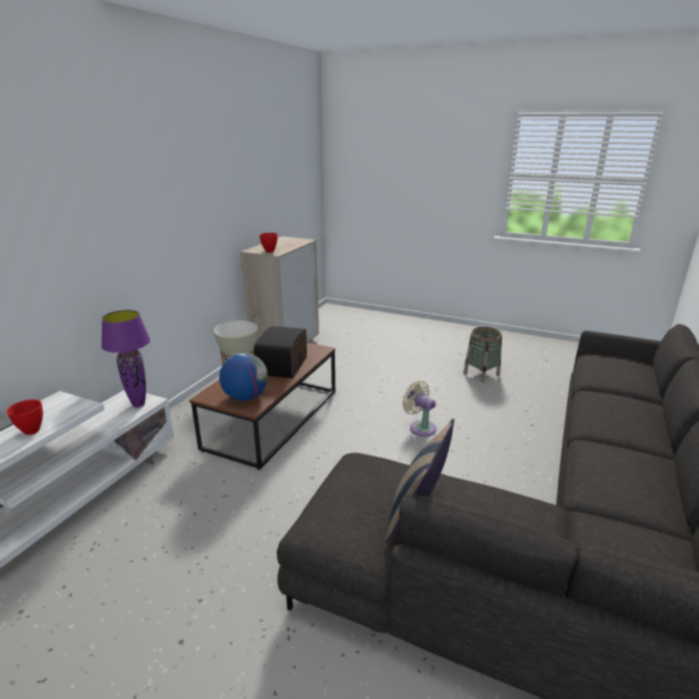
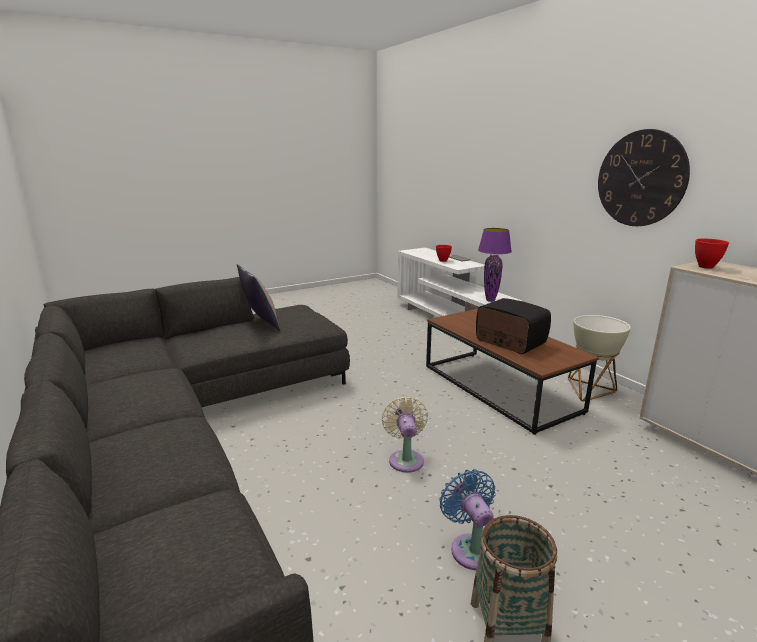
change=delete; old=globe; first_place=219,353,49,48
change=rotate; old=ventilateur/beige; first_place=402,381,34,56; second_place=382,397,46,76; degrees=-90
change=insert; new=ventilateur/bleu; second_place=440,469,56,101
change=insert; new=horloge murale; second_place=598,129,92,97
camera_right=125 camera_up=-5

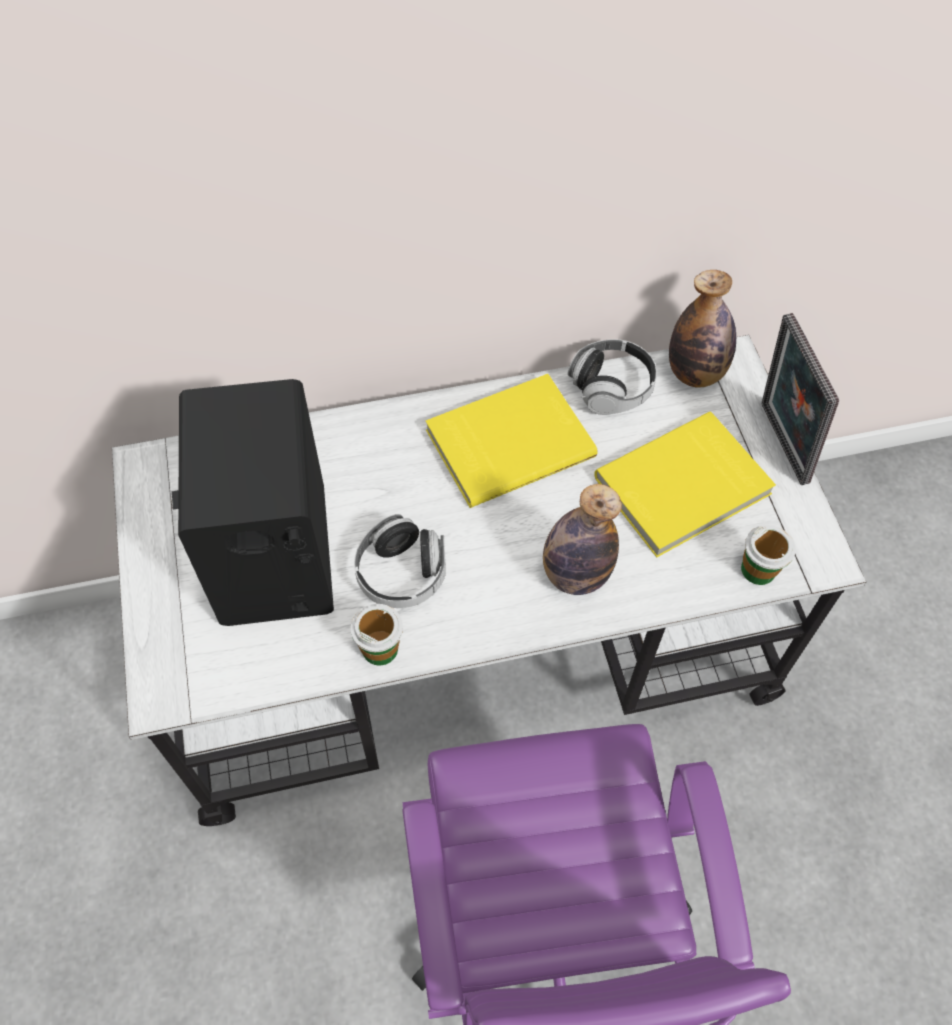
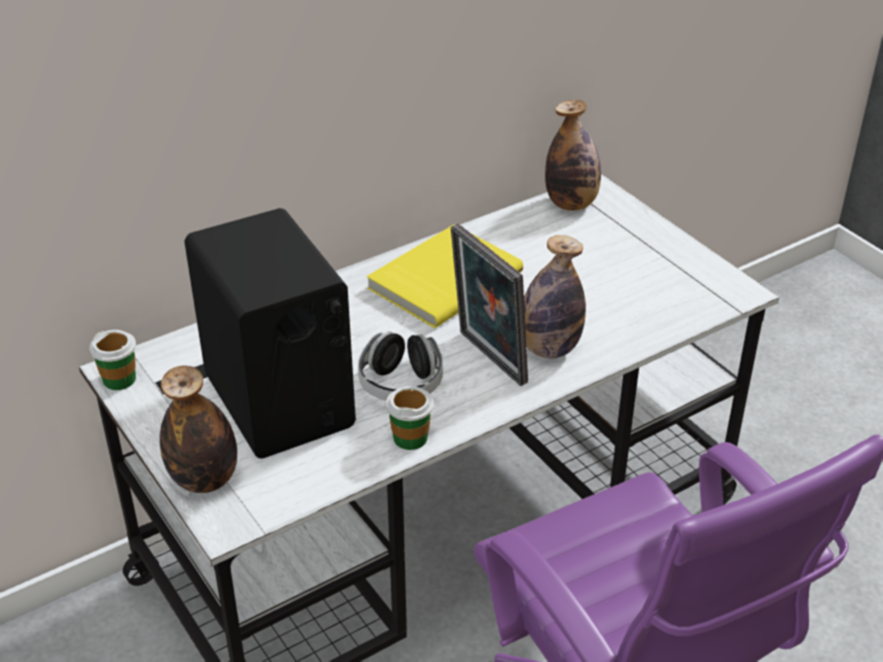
change=delete; old=casque audio; first_place=568,339,89,76
change=delete; old=livre/jaune; first_place=594,411,182,146
change=move; old=tasse; first_place=741,525,55,60; second_place=89,330,47,60
change=move; old=cadre photo; first_place=761,313,78,172; second_place=451,224,77,162
change=insert; new=bouteille; second_place=160,366,77,127
camera_right=-20 camera_up=-20

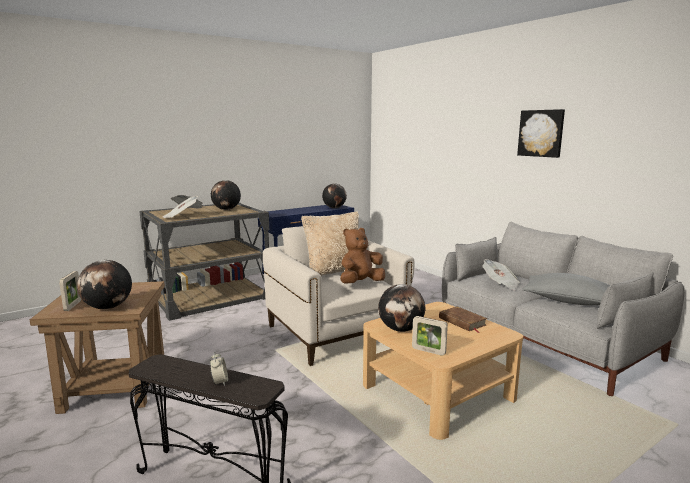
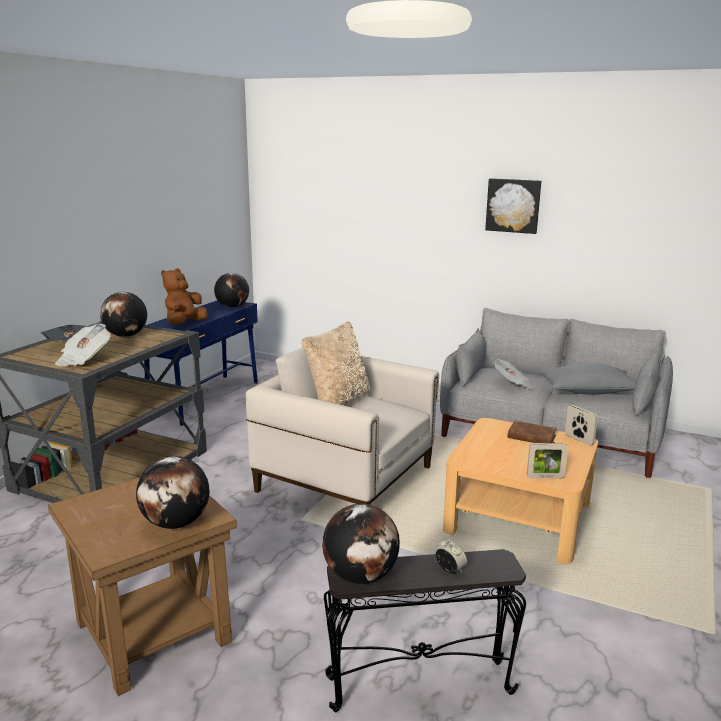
change=move; old=cadre photo; first_place=59,271,23,40; second_place=565,405,33,40
change=move; old=peluche/marron; first_place=340,228,45,56; second_place=161,268,46,57
change=move; old=globe; first_place=378,284,48,48; second_place=322,504,78,80
camera_right=-30 camera_up=5

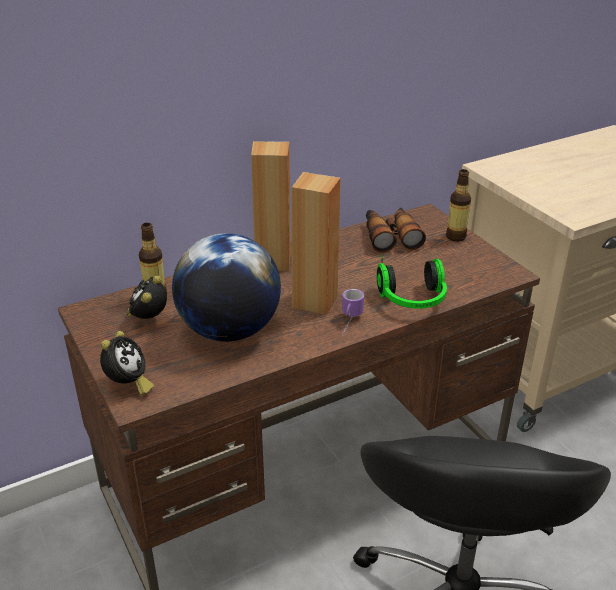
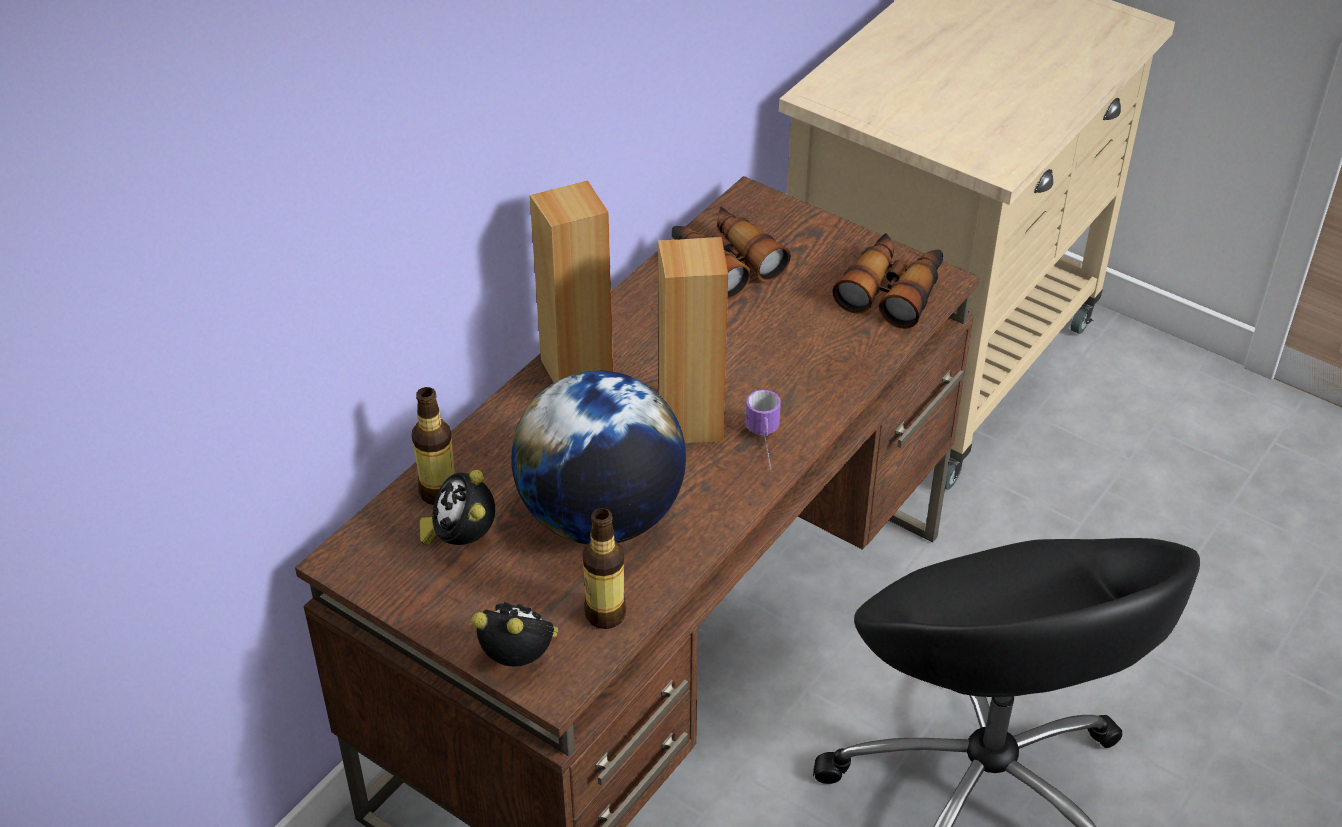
change=rotate; old=réveil; first_place=100,331,54,64; second_place=472,602,86,64; degrees=-60
change=delete; old=casque audio; first_place=377,255,70,54
change=move; old=bouteille; first_place=446,169,25,73; second_place=582,508,44,121
change=insert; new=jumelles; second_place=832,233,111,96
camera_right=-25 camera_up=10

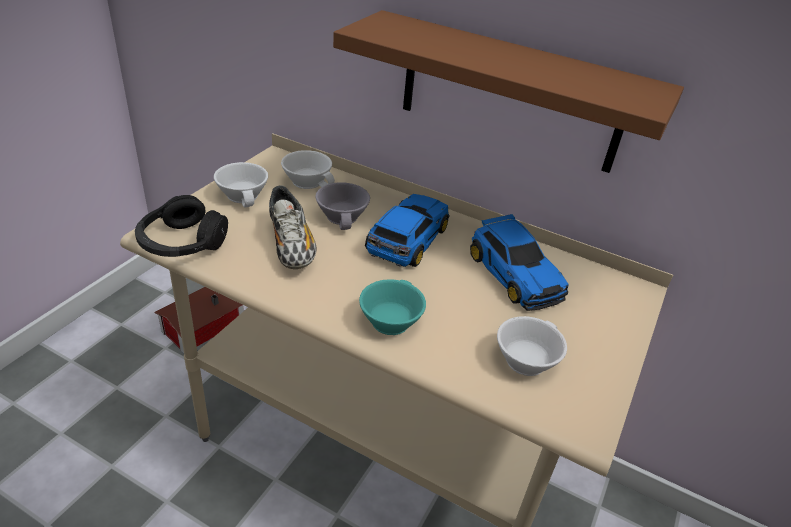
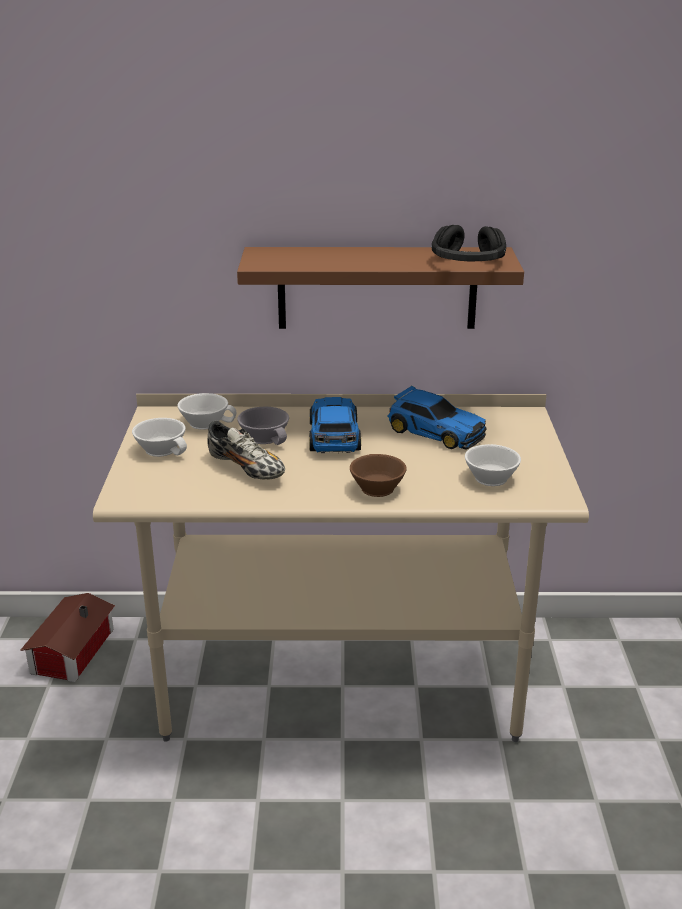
change=move; old=casque audio/noir; first_place=135,195,93,62; second_place=432,225,74,37
change=recolor; old=tasse/turquoise; new=tasse/marron; first_place=359,279,67,56; second_place=350,454,57,43
camera_right=-25 camera_up=-10

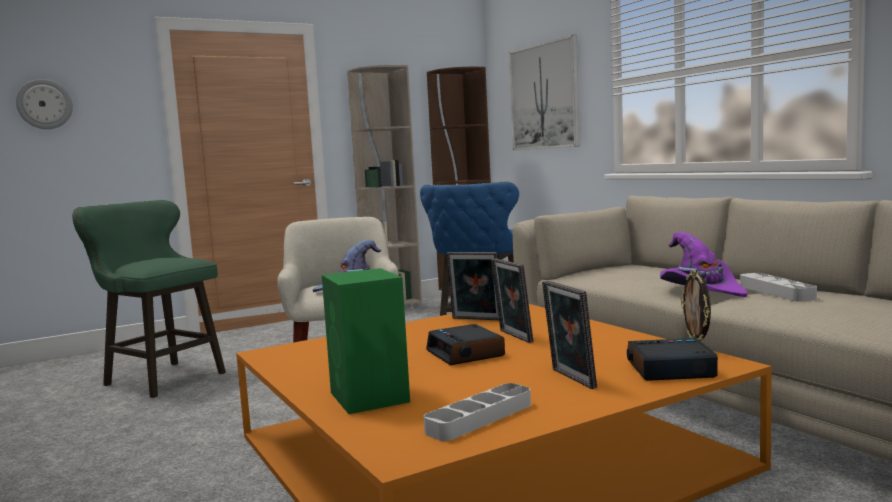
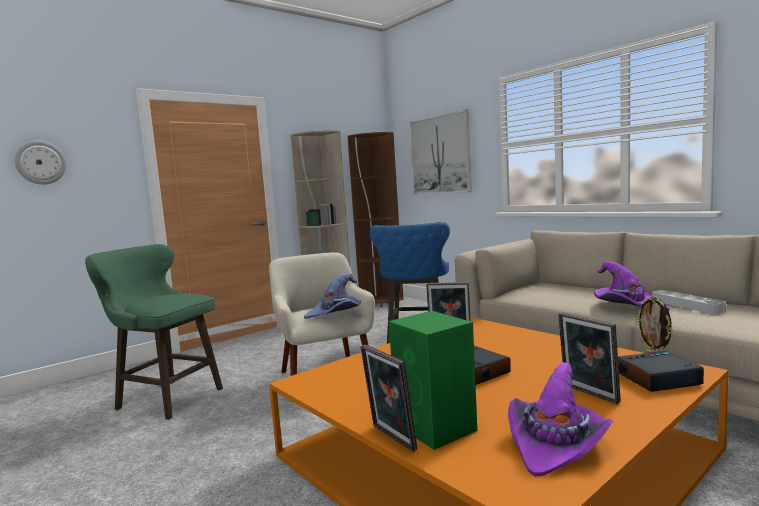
change=replace; old=plateau/gris; new=chapeau/violet; first_place=424,383,107,58; second_place=508,362,105,114
change=move; old=cadre photo; first_place=491,258,42,85; second_place=360,345,57,107
camera_right=-10 camera_up=0

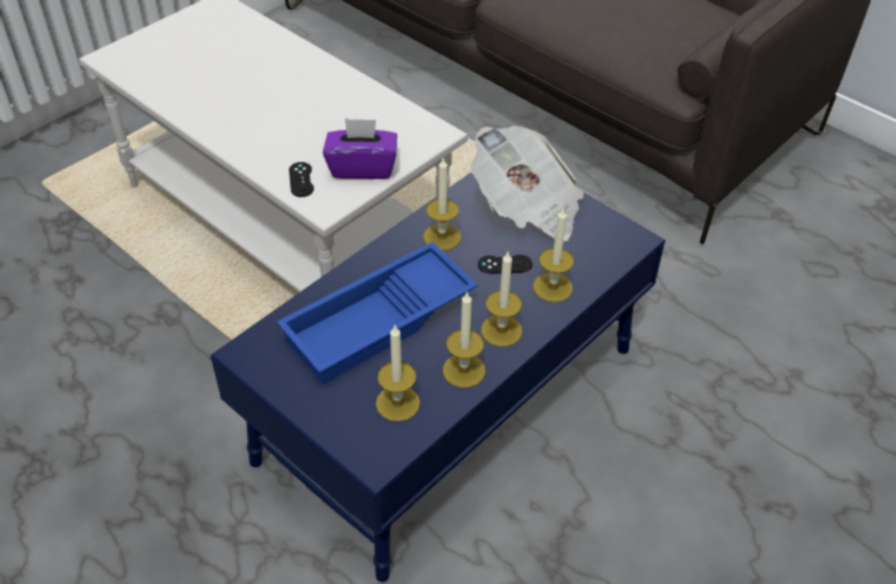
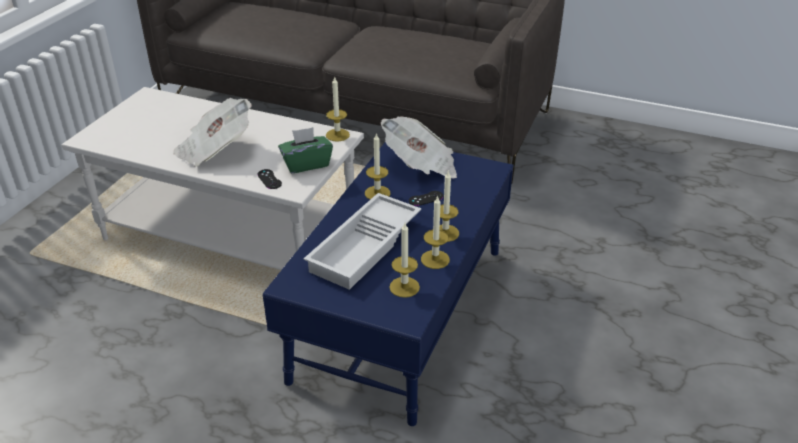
change=recolor; old=plateau/bleu; new=plateau/blanc; first_place=277,242,201,142; second_place=304,193,117,97
change=recolor; old=boîte à mouchoirs/violet; new=boîte à mouchoirs/vert; first_place=323,118,74,61; second_place=278,127,55,46
change=move; old=bougie; first_place=533,207,41,95; second_place=326,76,24,66
change=insert; new=journal; second_place=173,98,79,69
camera_right=-20 camera_up=-10

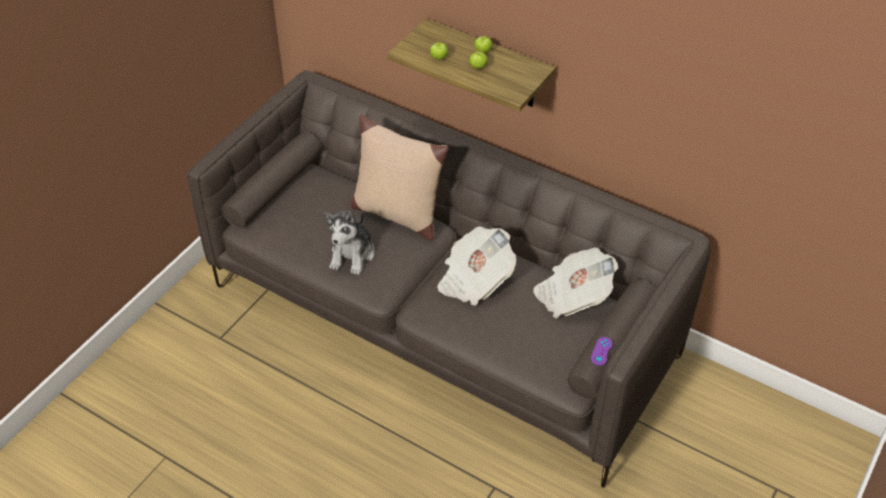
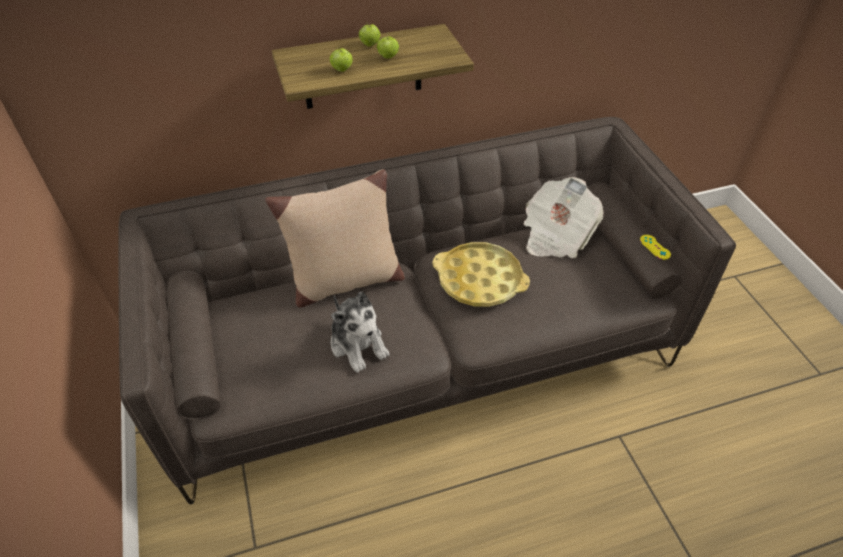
change=replace; old=journal; new=plateau/jaune; first_place=437,226,79,80; second_place=432,242,98,65
change=recolor; old=manette/violet; new=manette/jaune; first_place=591,337,22,29; second_place=640,235,31,25
camera_right=-50 camera_up=0

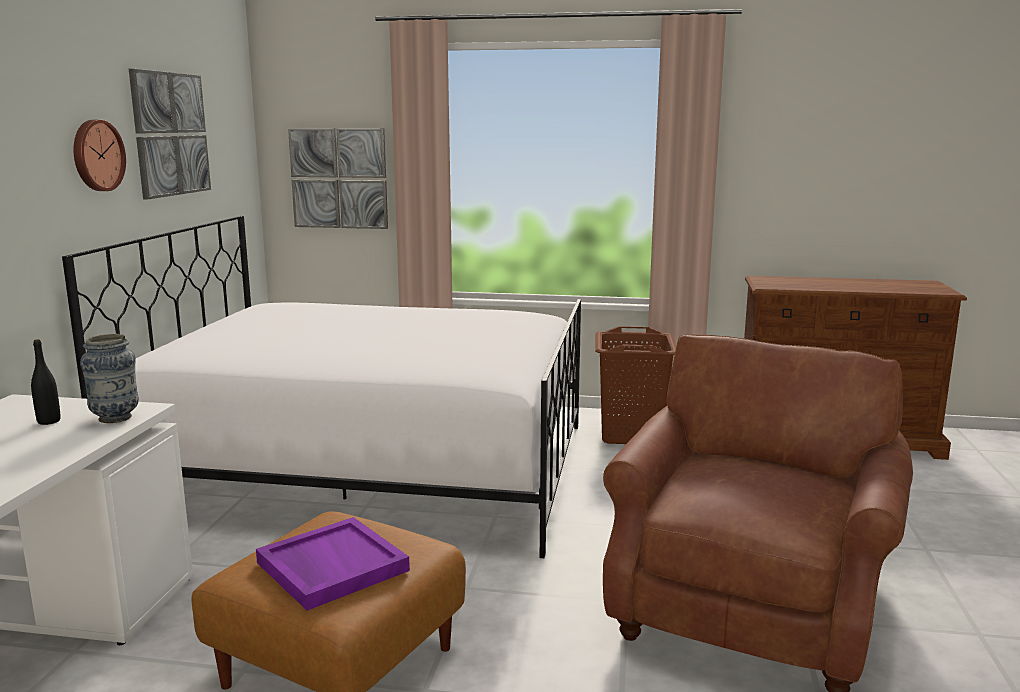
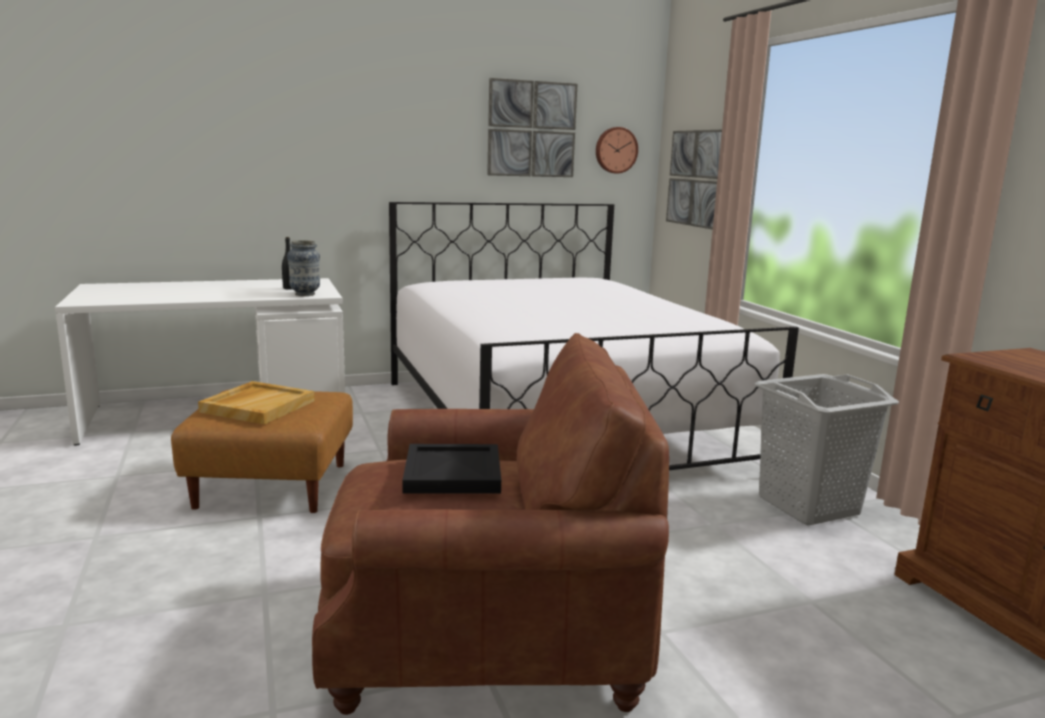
change=move; old=horloge murale; first_place=74,120,52,71; second_place=596,127,42,47
change=recolor; old=plateau/violet; new=plateau/beige; first_place=256,517,154,94; second_place=198,381,116,43
change=recolor; old=panier à linge/marron; new=panier à linge/gris; first_place=595,326,81,118; second_place=754,374,145,151
change=insert; new=plateau/noir; second_place=402,444,99,49
camera_right=60 camera_up=0

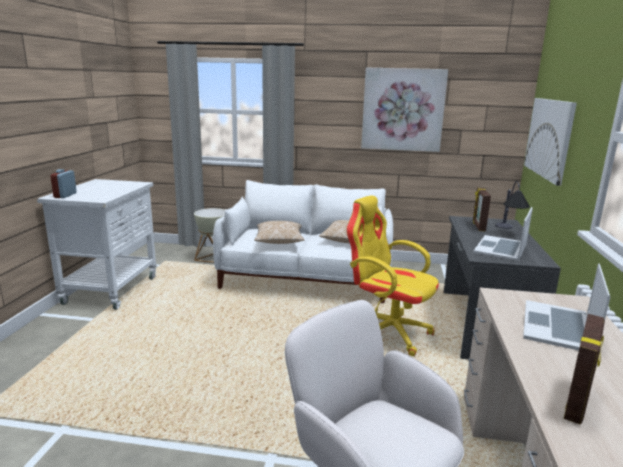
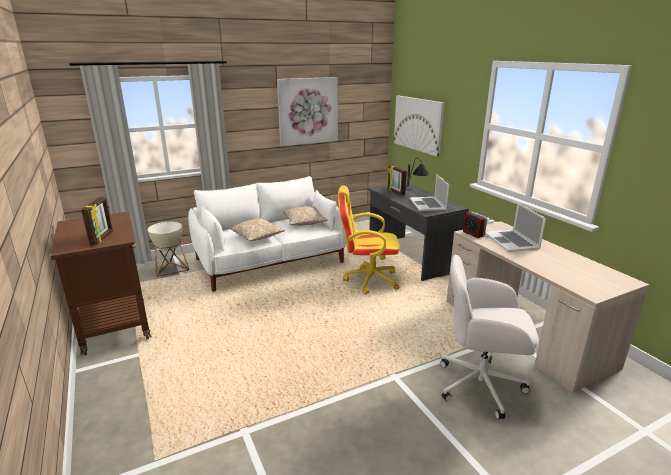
change=recolor; old=chariot/blanc; new=chariot/marron; first_place=37,179,120,131; second_place=51,212,101,143
change=move; old=réveil; first_place=50,169,27,29; second_place=463,212,24,26
change=move; old=cadre photo; first_place=564,314,41,110; second_place=81,197,32,48
camera_right=-35 camera_up=5

